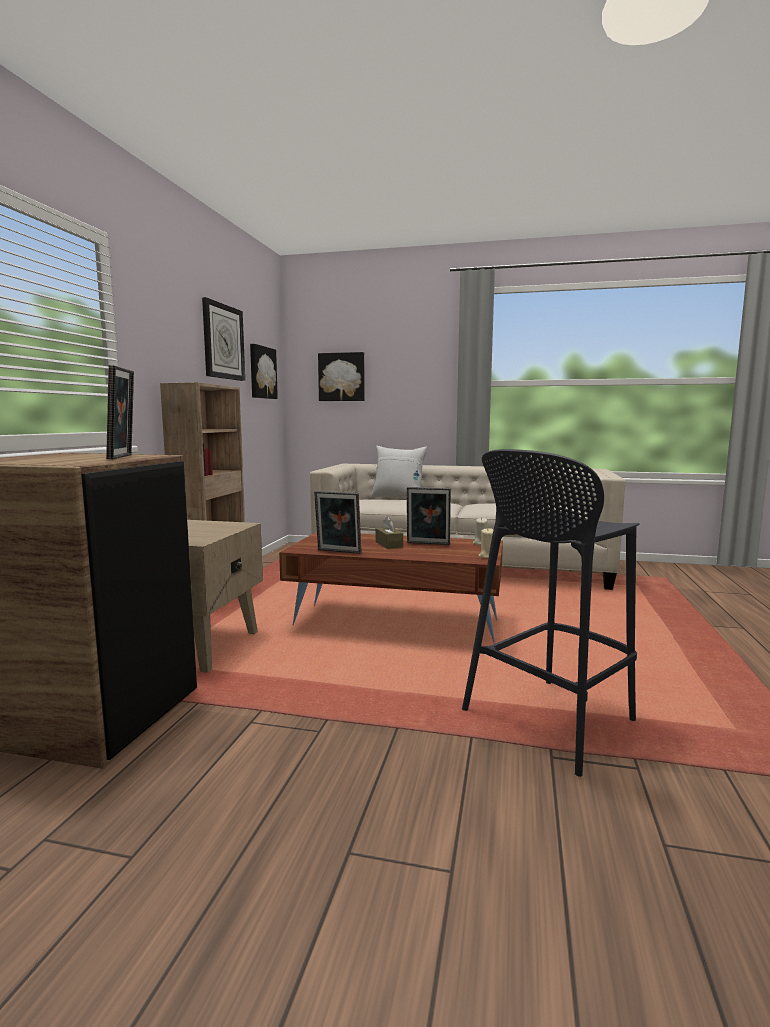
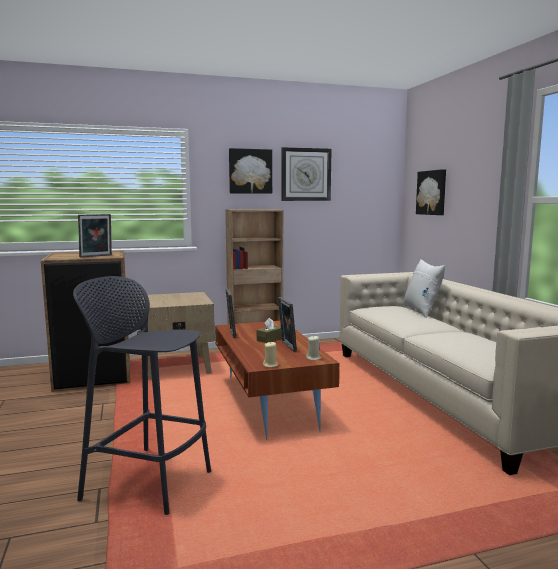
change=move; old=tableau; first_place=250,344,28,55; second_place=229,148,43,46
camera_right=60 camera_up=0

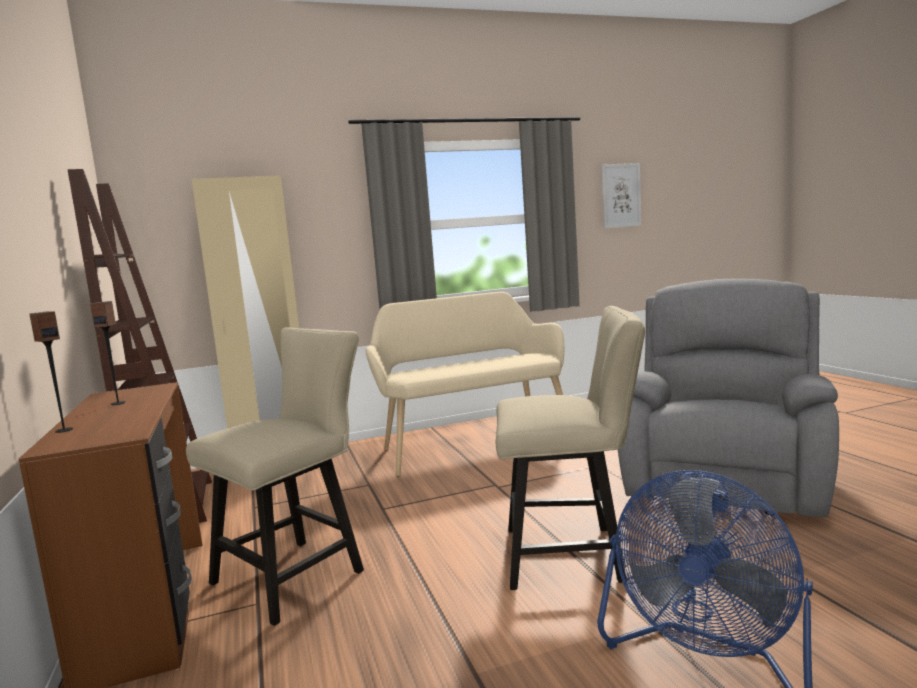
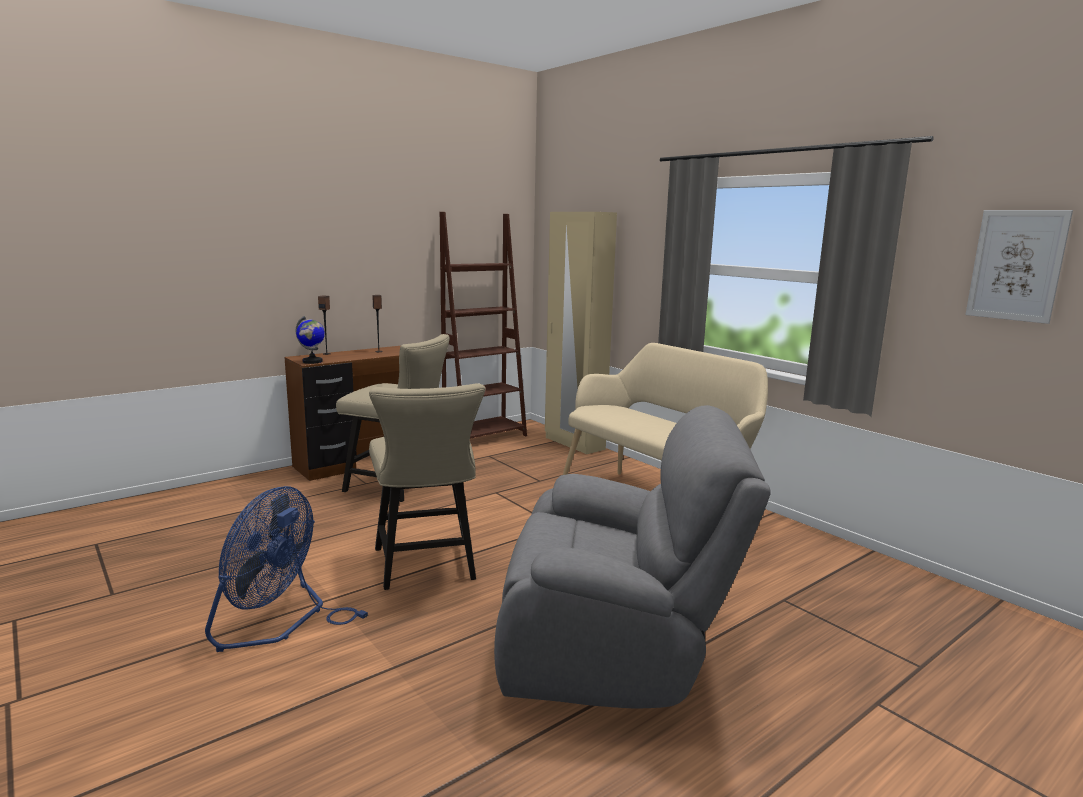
change=insert; new=globe; second_place=296,316,29,48
camera_right=70 camera_up=5

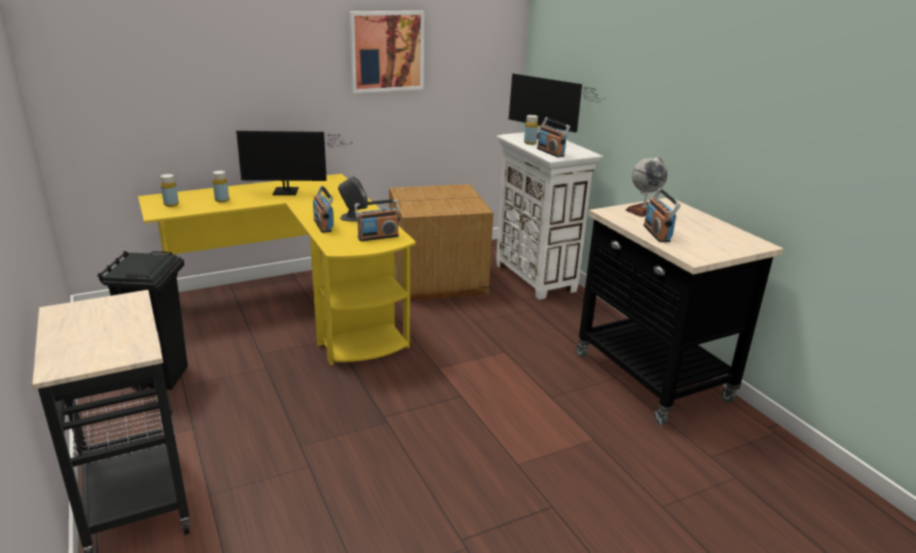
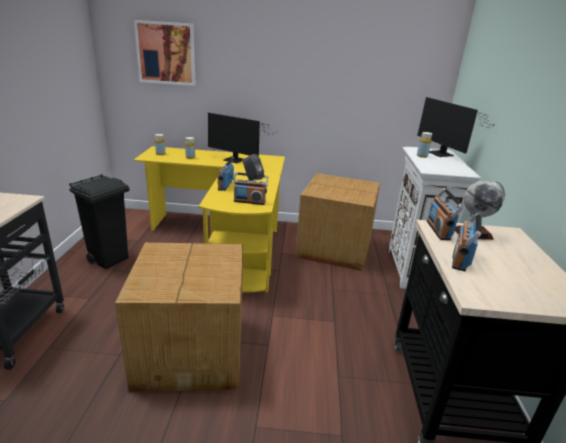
change=move; old=tableau; first_place=349,11,75,82; second_place=134,20,62,66
change=move; old=radio; first_place=537,117,33,40; second_place=427,188,37,52
change=insert; new=carton; second_place=115,242,128,150
camera_right=30 camera_up=0

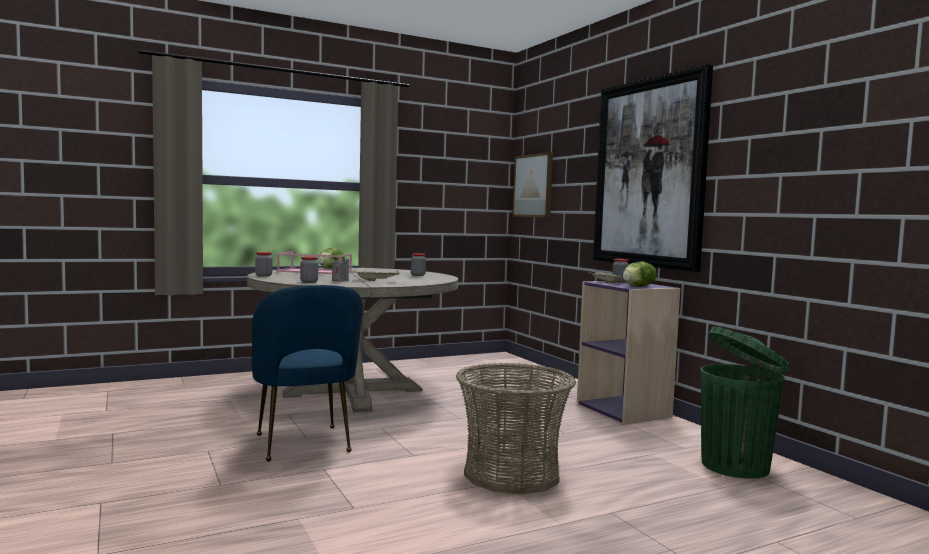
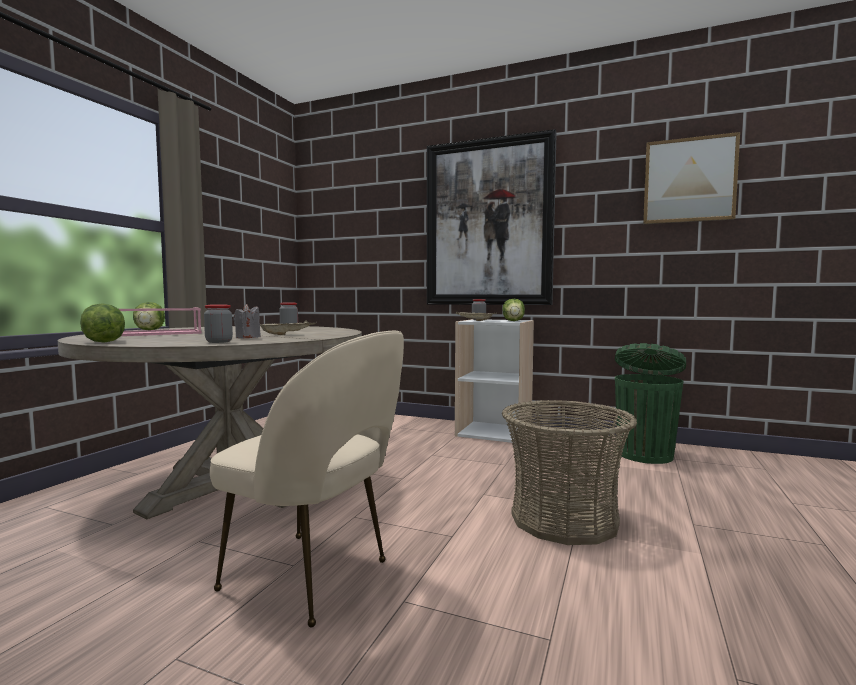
change=recolor; old=chaise/bleu; new=chaise/beige; first_place=252,285,111,177; second_place=210,331,194,296
change=replace; old=bocal; new=laitue; first_place=255,252,17,25; second_place=80,303,45,40
change=move; old=tableau; first_place=513,152,40,66; second_place=643,132,97,92
change=recolor; old=bibliothèque/violet; new=bibliothèque/blanc; first_place=577,281,103,143; second_place=455,319,79,124
camera_right=-40 camera_up=0

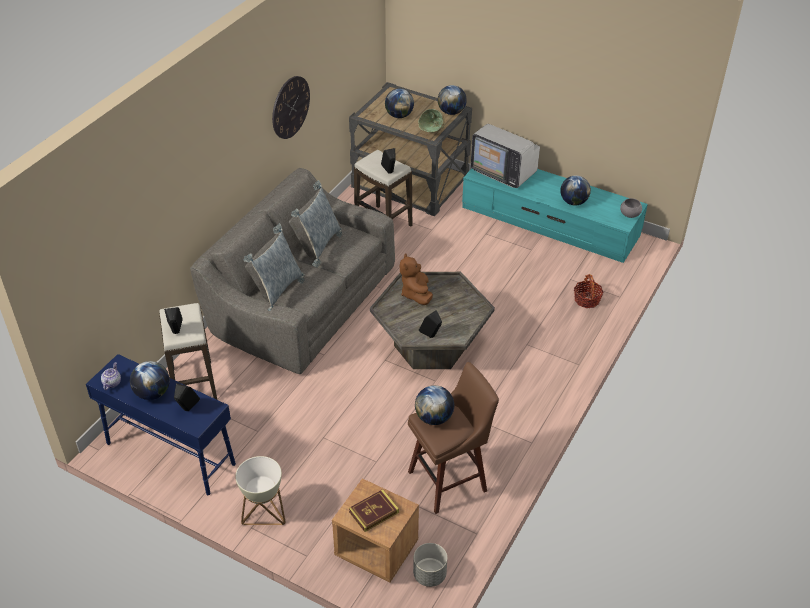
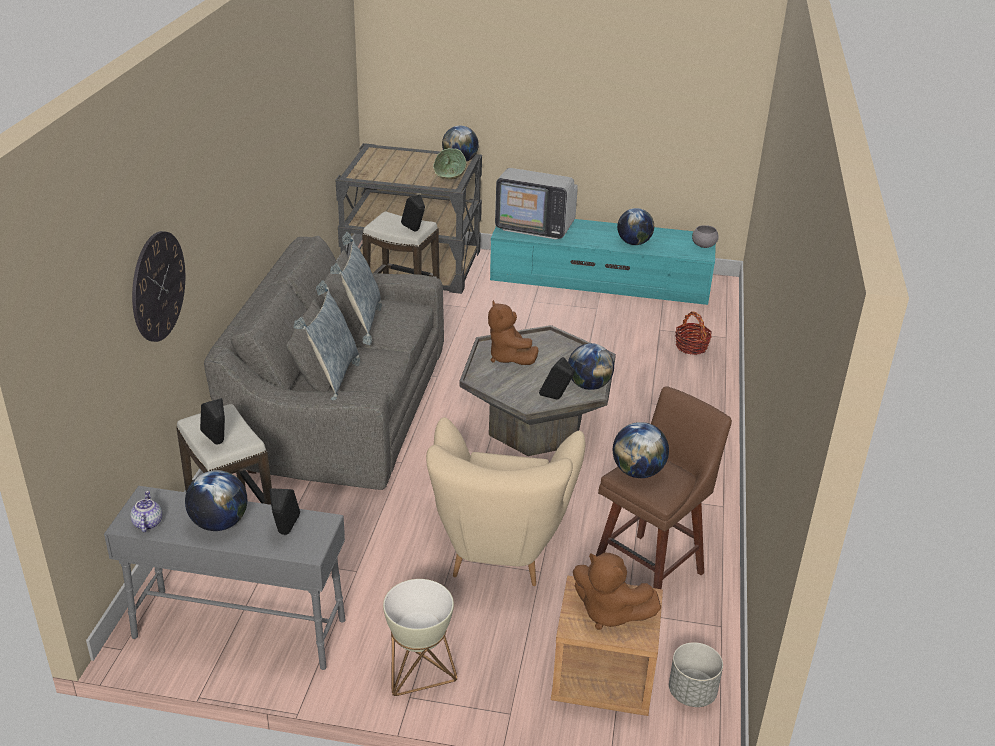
change=recolor; old=table console/bleu; new=table console/gris; first_place=86,354,150,141; second_place=104,486,242,184
change=move; old=horloge murale; first_place=272,76,38,63; second_place=132,231,53,111
change=replace; old=livre; new=peluche/marron; first_place=349,489,50,43; second_place=573,552,88,78
change=move; old=globe; first_place=385,89,29,29; second_place=568,343,46,47
change=insert; new=fauteuil/beige; second_place=426,417,159,169
camera_right=-20 camera_up=-10

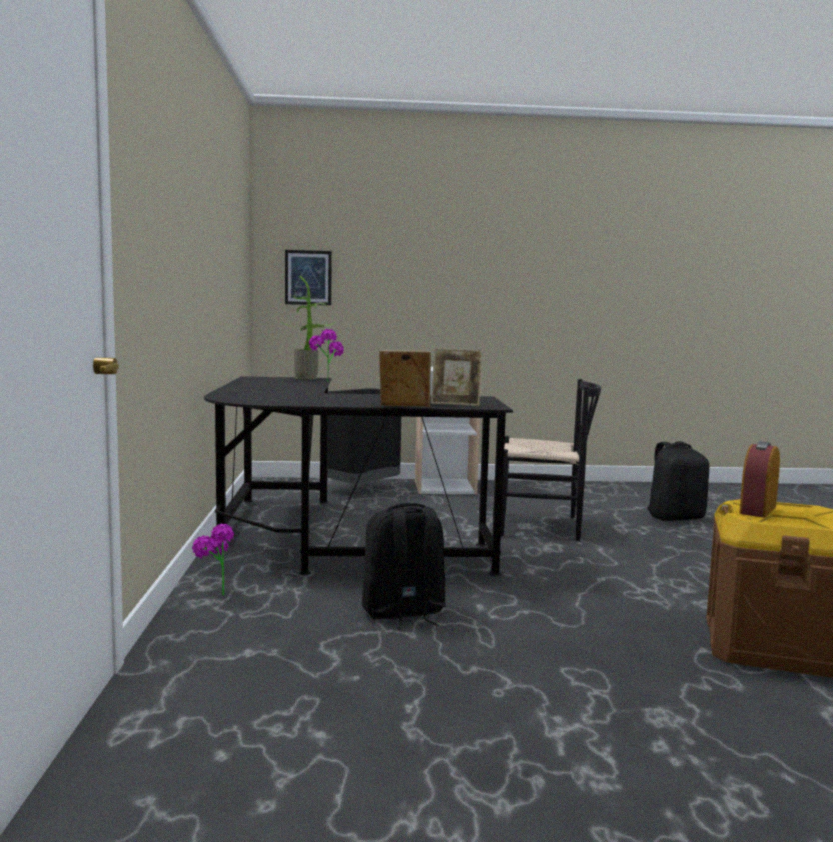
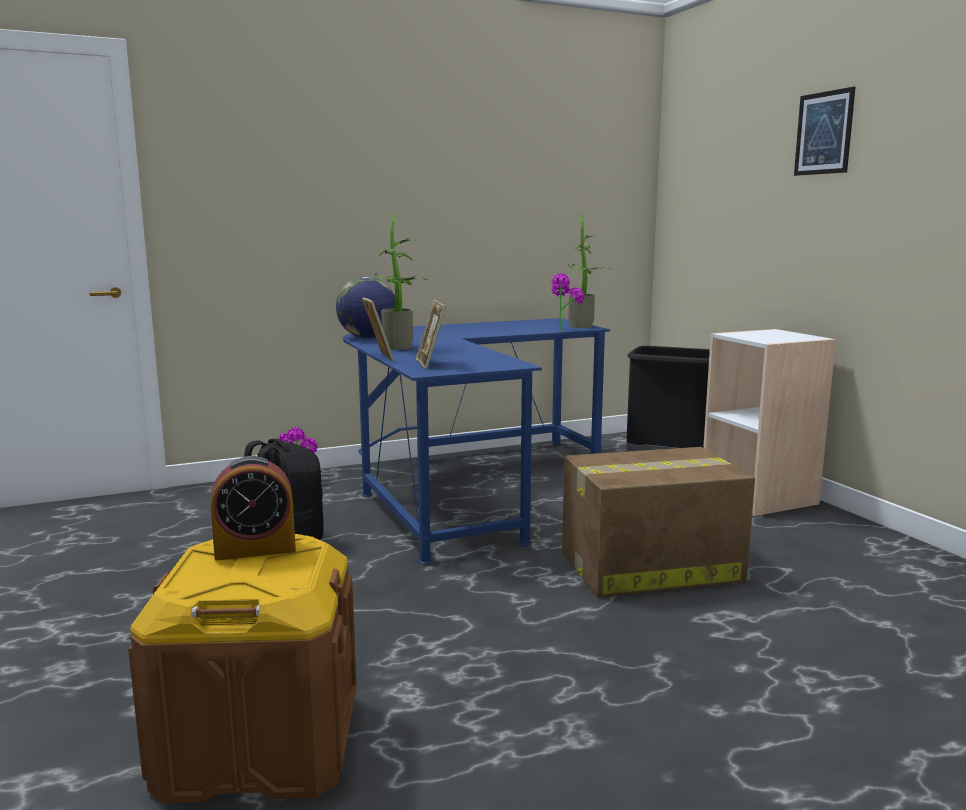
change=recolor; old=bureau/noir; new=bureau/bleu; first_place=204,376,309,200; second_place=343,318,267,247
change=move; old=tableau; first_place=285,250,47,55; second_place=794,87,62,89
change=replace; old=chaise/noir; new=carton; first_place=501,379,100,162; second_place=562,447,193,151
change=delete; old=sac à dos/noir; first_place=647,441,62,80
change=rotate; old=réveil; first_place=739,441,41,77; second_place=210,456,86,105; degrees=150
change=insert; new=globe; second_place=336,277,59,61
change=insert; new=plante en pot; second_place=375,213,53,137
camera_right=70 camera_up=5

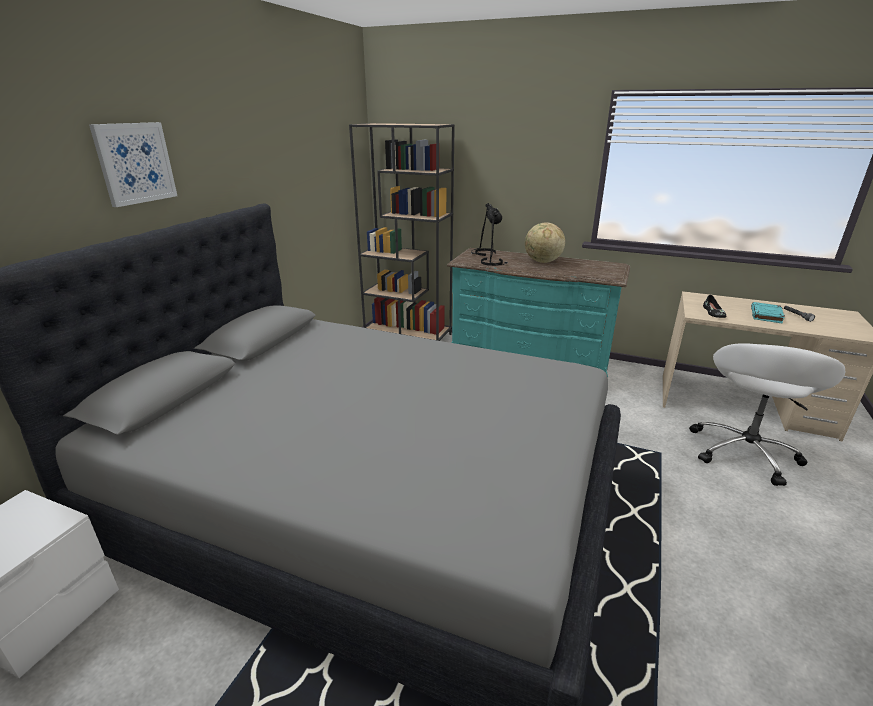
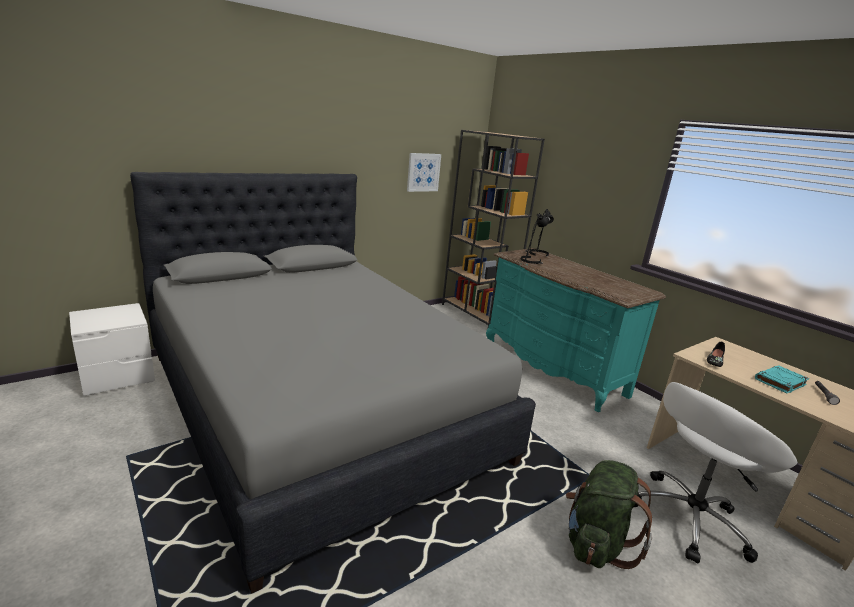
change=move; old=tableau; first_place=89,122,88,85; second_place=407,153,34,39
change=delete; old=globe; first_place=525,222,40,41
change=insert; new=sac à dos/vert; second_place=566,460,86,109
camera_right=30 camera_up=-5

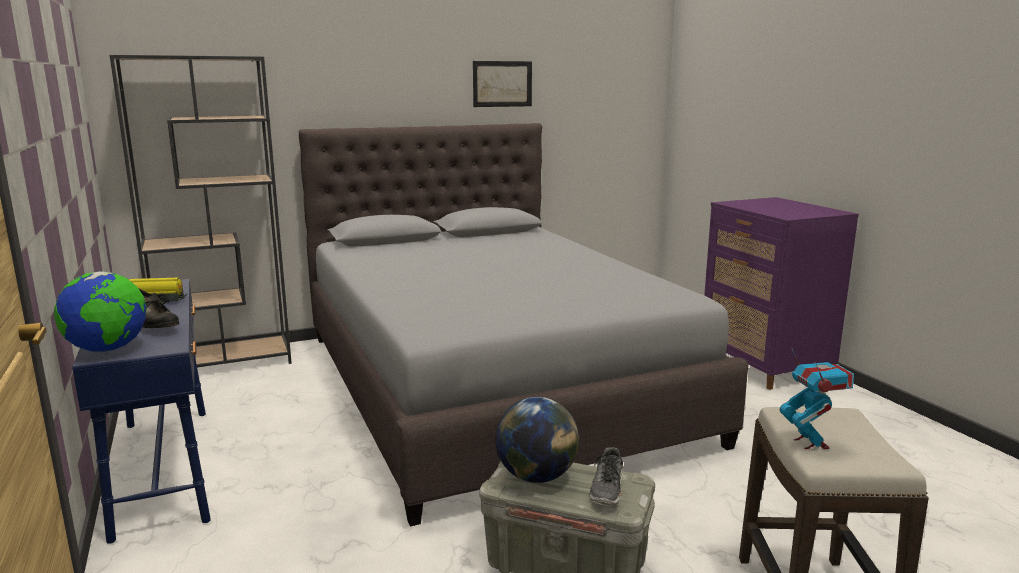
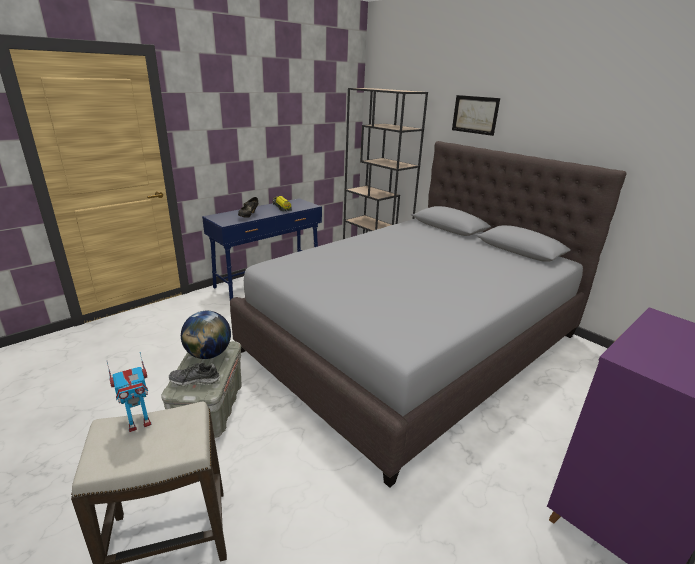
change=delete; old=globe; first_place=54,271,93,81
change=move; old=tableau; first_place=473,61,59,46; second_place=452,95,48,41
camera_right=70 camera_up=10

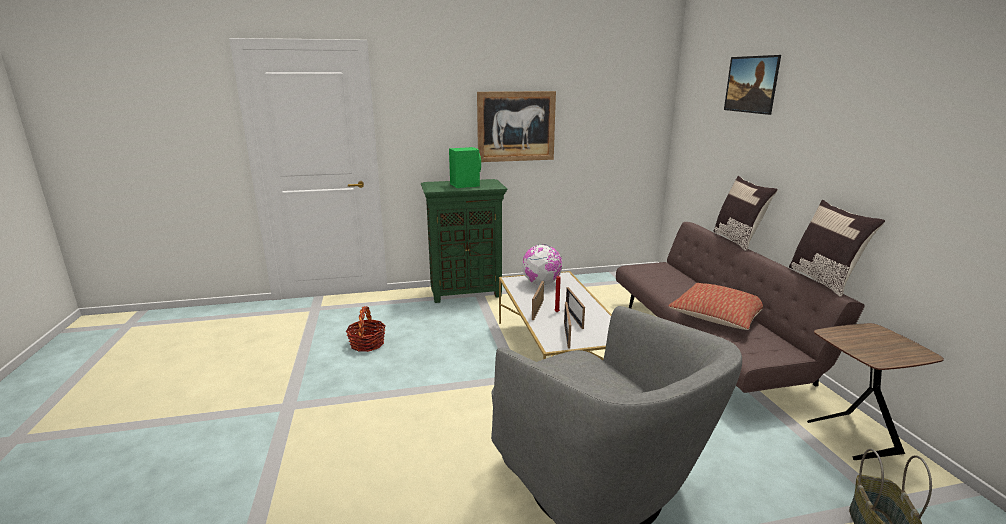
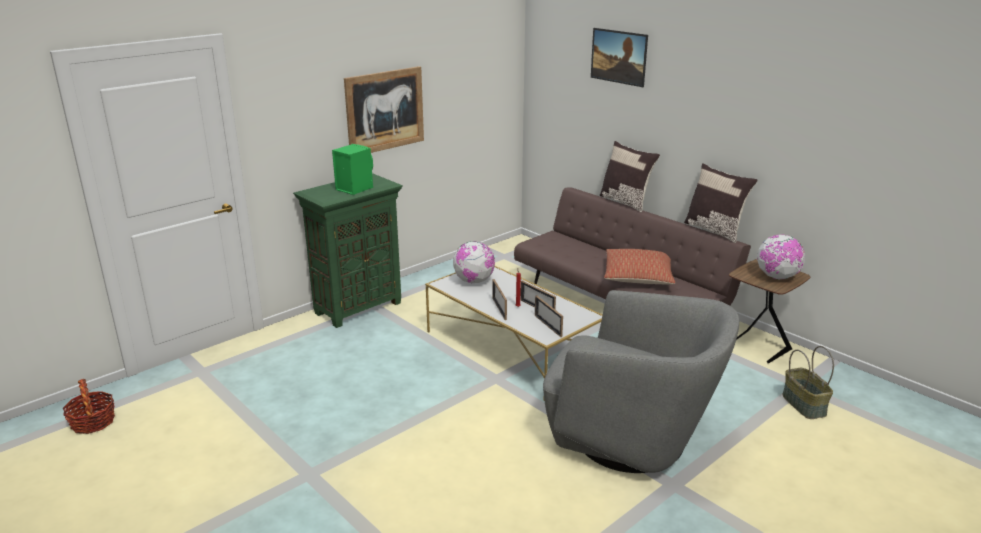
change=move; old=panier; first_place=346,306,40,46; second_place=63,379,52,55
change=insert; new=globe; second_place=757,235,48,45
camera_right=-30 camera_up=5

